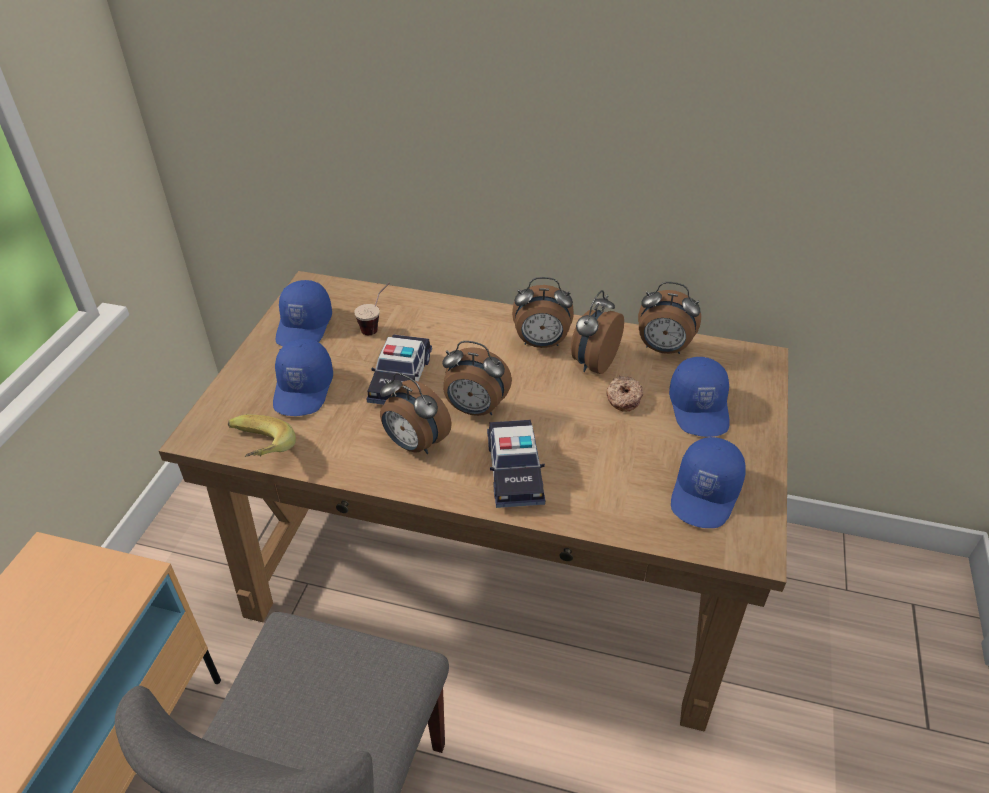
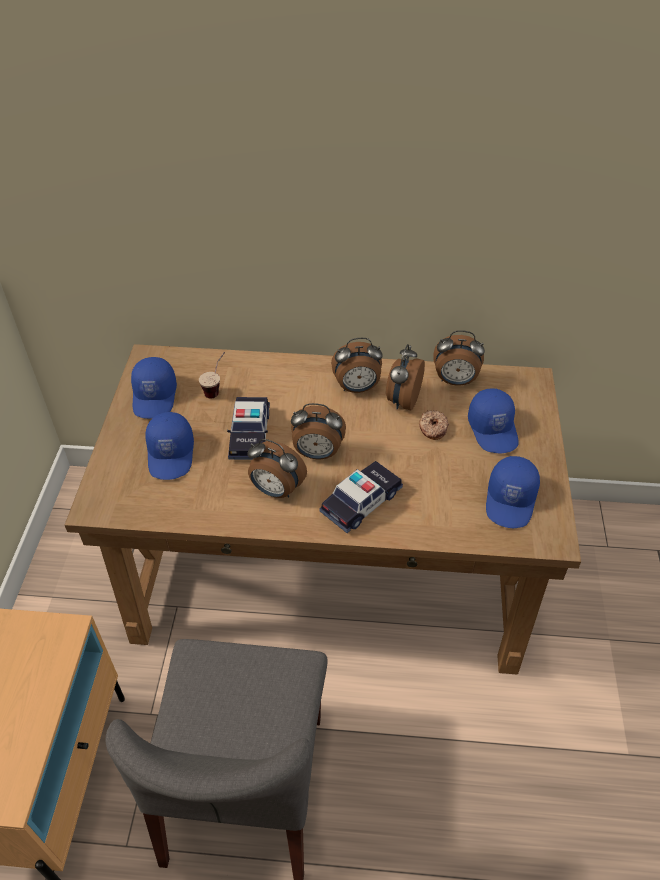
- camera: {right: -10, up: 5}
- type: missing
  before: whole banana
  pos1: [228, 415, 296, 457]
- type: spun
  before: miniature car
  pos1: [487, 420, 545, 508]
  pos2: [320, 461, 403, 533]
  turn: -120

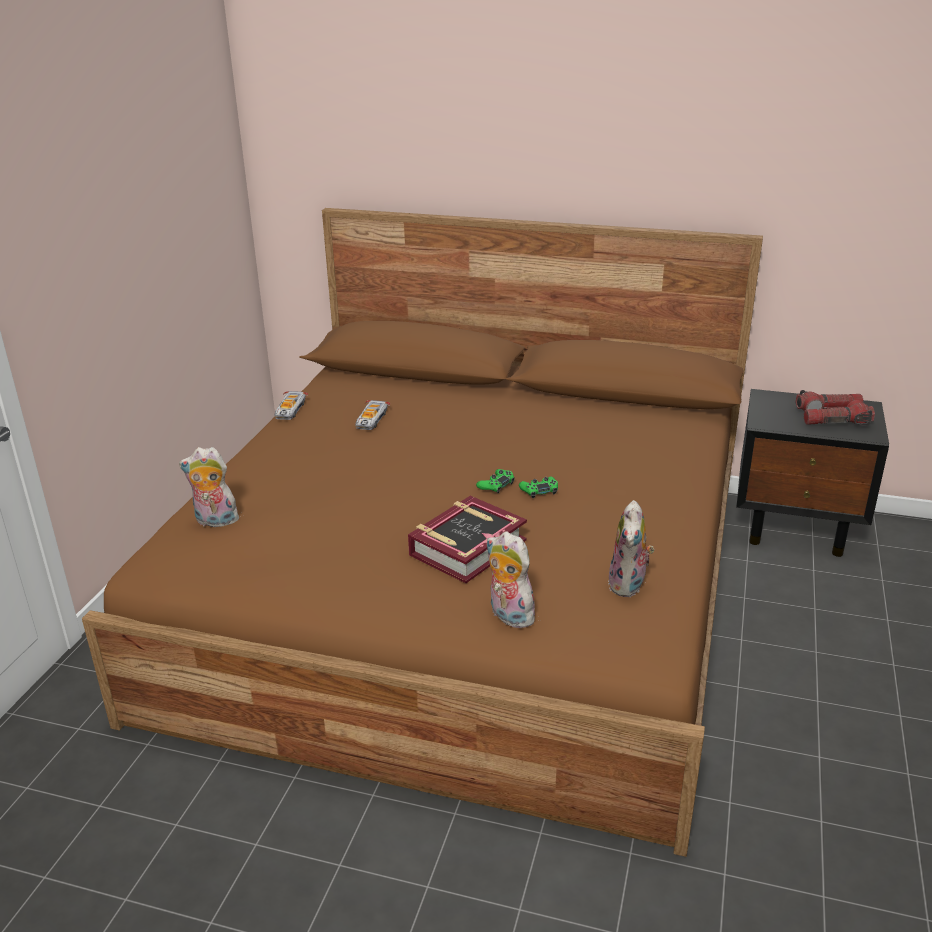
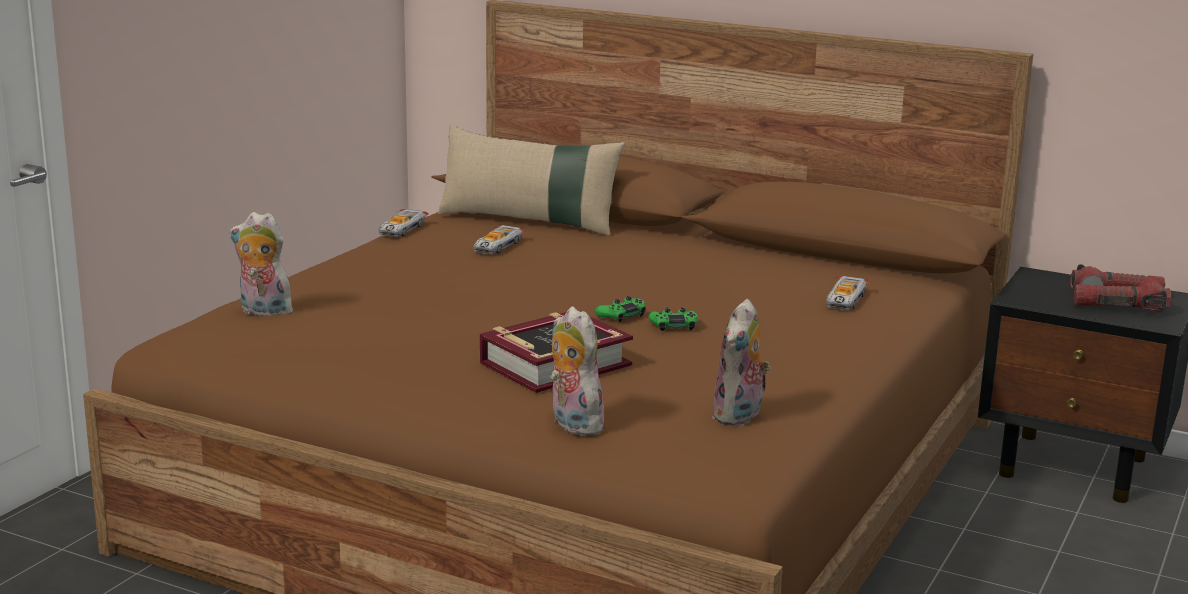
- camera: {right: 10, up: -10}
- type: appeared
  after: cushion (beige)
  pos2: [438, 125, 625, 236]
- type: appeared
  after: miniature car
  pos2: [826, 276, 871, 310]

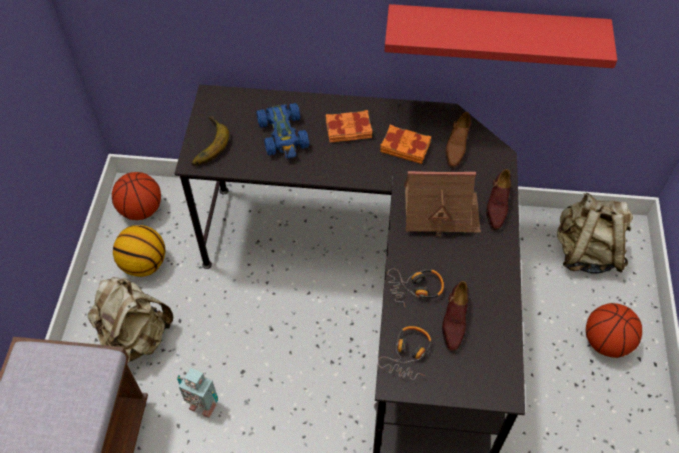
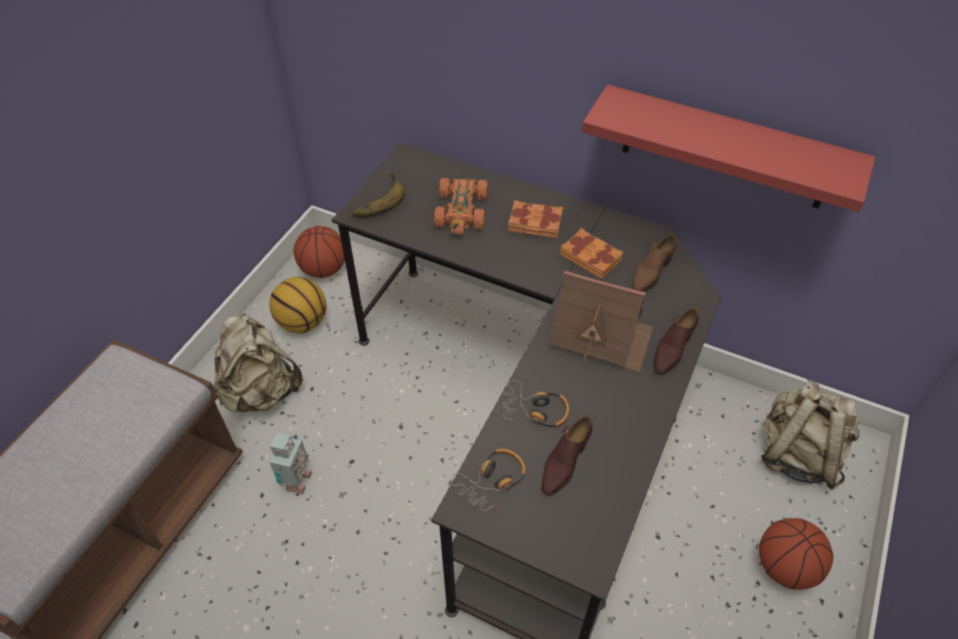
- camera: {right: 20, up: -5}
- type: colour
  before: miniature car (blue-coloured)
  after: miniature car (orange)
  pos1: [256, 103, 309, 159]
  pos2: [434, 178, 488, 234]
- type: spun
  before: robot figure
  pos1: [177, 367, 218, 418]
  pos2: [269, 433, 312, 495]
  turn: -120

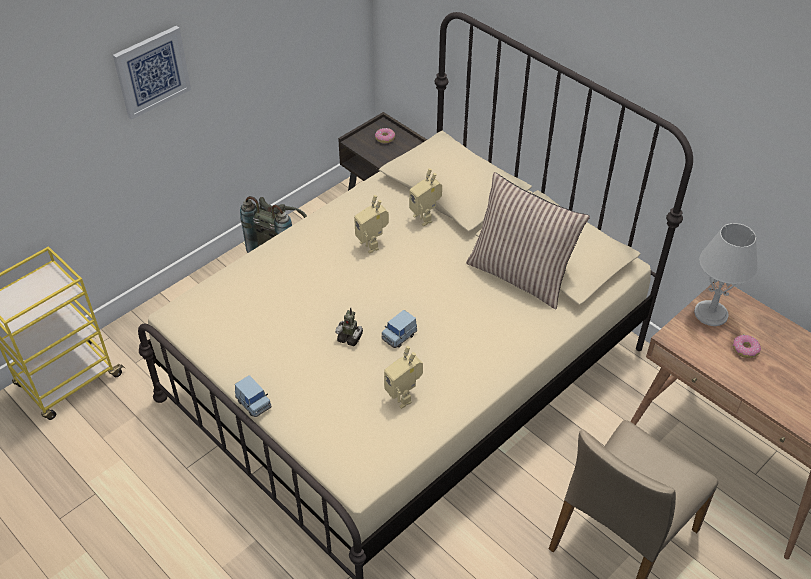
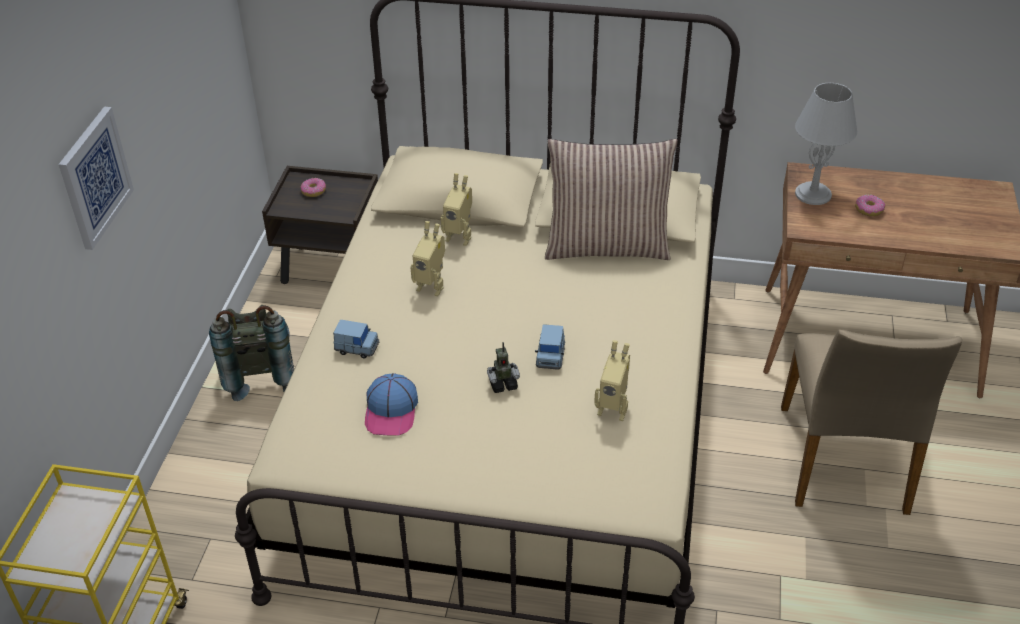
- camera: {right: -35, up: -5}
- type: appeared
  after: cap
  pos2: [365, 373, 418, 436]
- type: relocated
  before: miniature car (blue-coloured)
  pos1: [235, 375, 272, 417]
  pos2: [333, 320, 379, 359]

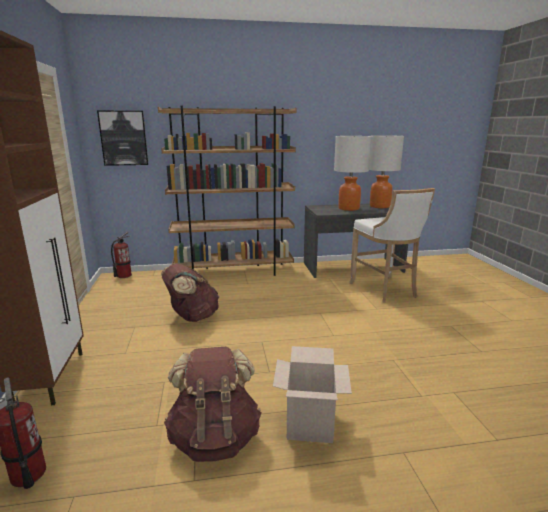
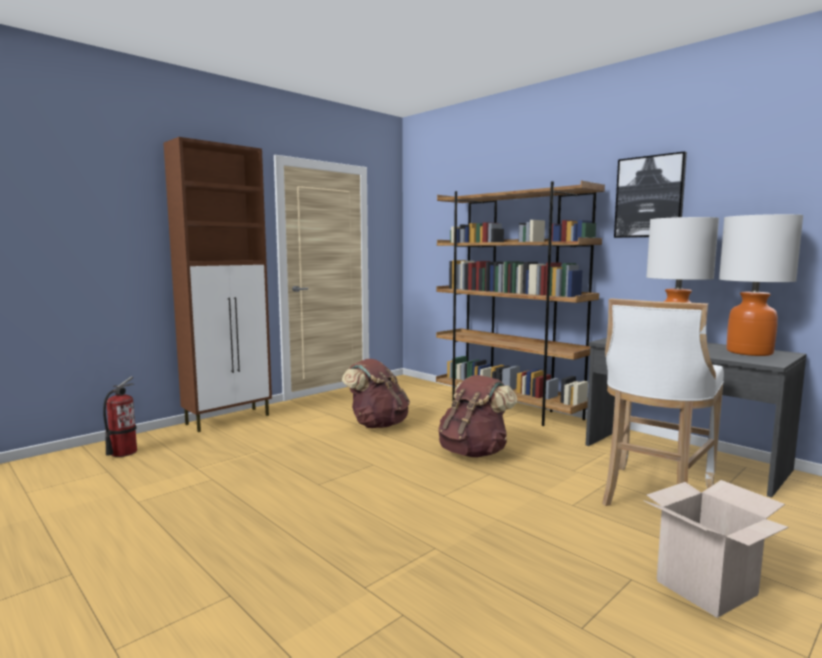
- camera: {right: 55, up: -10}
- type: missing
  before: extinguisher
  pos1: [111, 232, 132, 278]
- type: relocated
  before: picture
  pos1: [97, 111, 149, 166]
  pos2: [614, 151, 687, 238]
- type: relocated
  before: backpack (brownish)
  pos1: [164, 347, 261, 462]
  pos2: [439, 375, 517, 458]
- type: relocated
  before: cardboard box
  pos1: [273, 346, 352, 443]
  pos2: [643, 480, 788, 618]

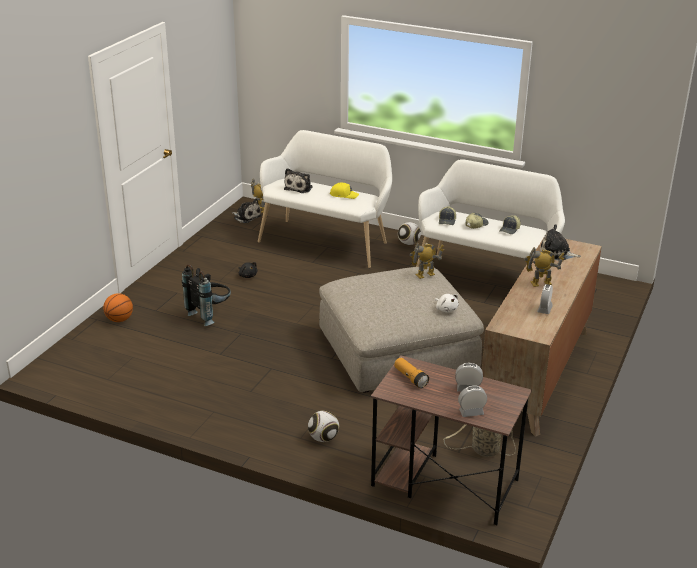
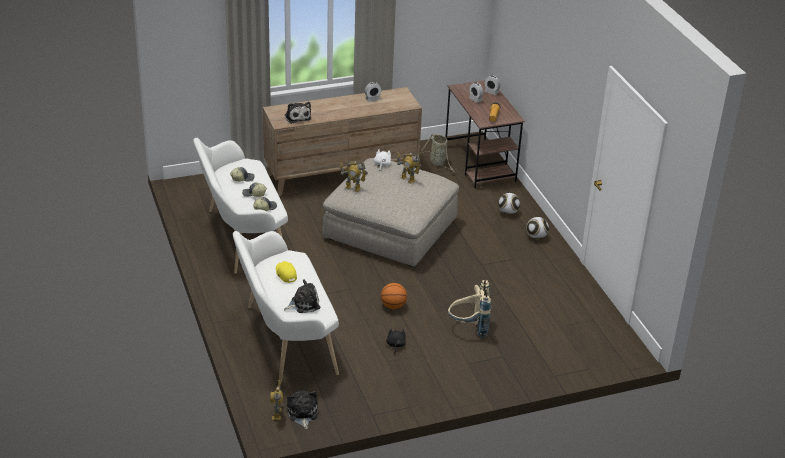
- camera: {right: -135, up: 5}
- type: relocated
  before: basketball
  pos1: [103, 293, 133, 322]
  pos2: [381, 283, 407, 309]
- type: relocated
  before: football
  pos1: [398, 222, 421, 245]
  pos2: [527, 217, 549, 239]
- type: relocated
  before: robot figure
  pos1: [524, 247, 564, 287]
  pos2: [397, 152, 421, 184]
- type: colour
  before: backpack (blackish)
  after: backpack (beige)
  pos1: [182, 264, 231, 326]
  pos2: [448, 278, 491, 338]

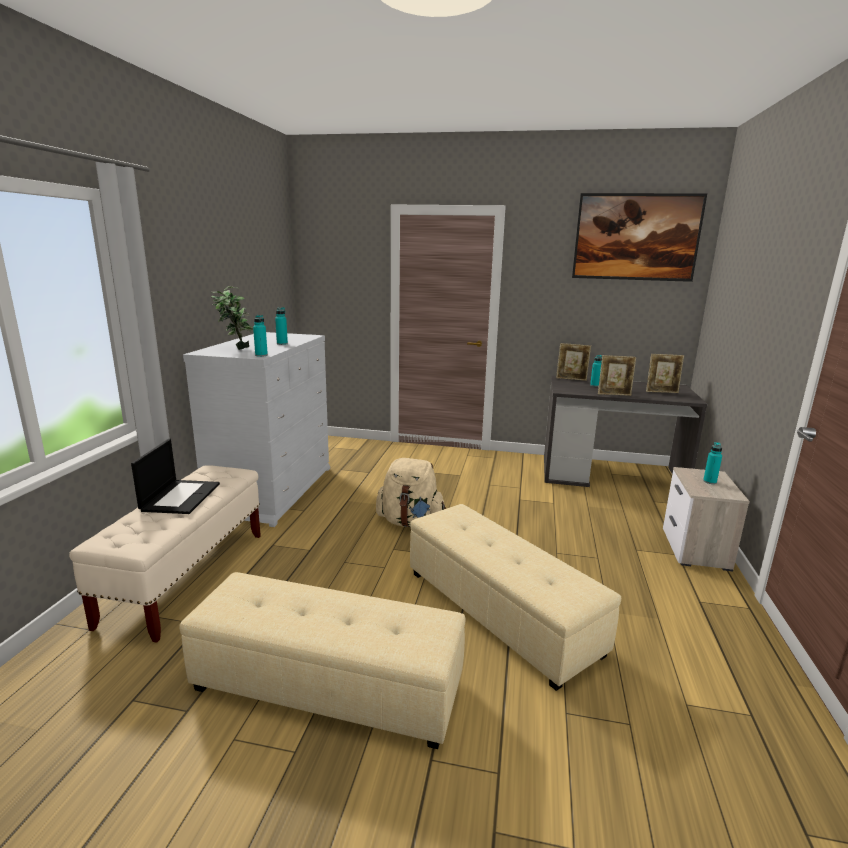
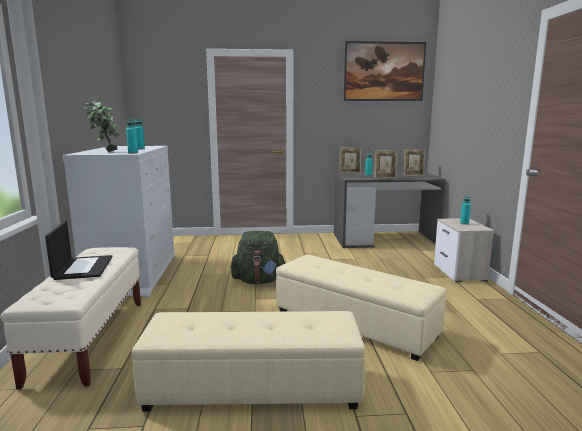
- camera: {right: -15, up: -5}
- type: colour
  before: backpack (beige)
  after: backpack (green-coloured)
  pos1: [376, 458, 446, 527]
  pos2: [231, 231, 286, 284]

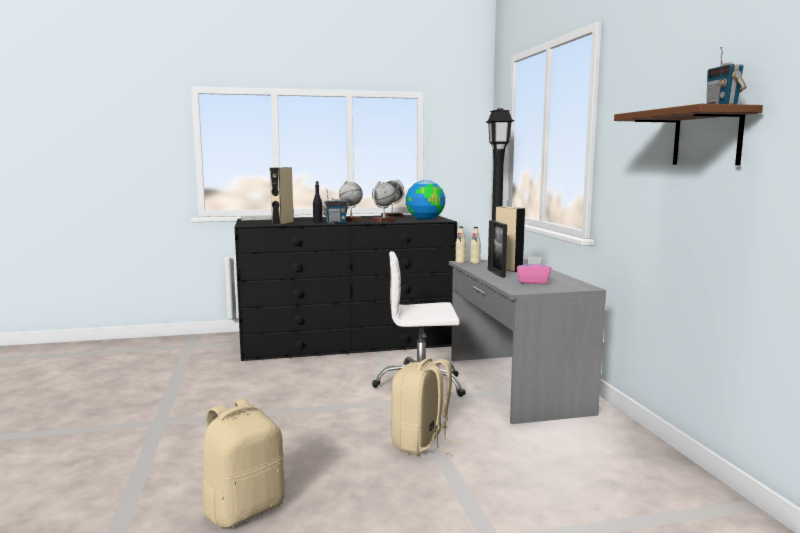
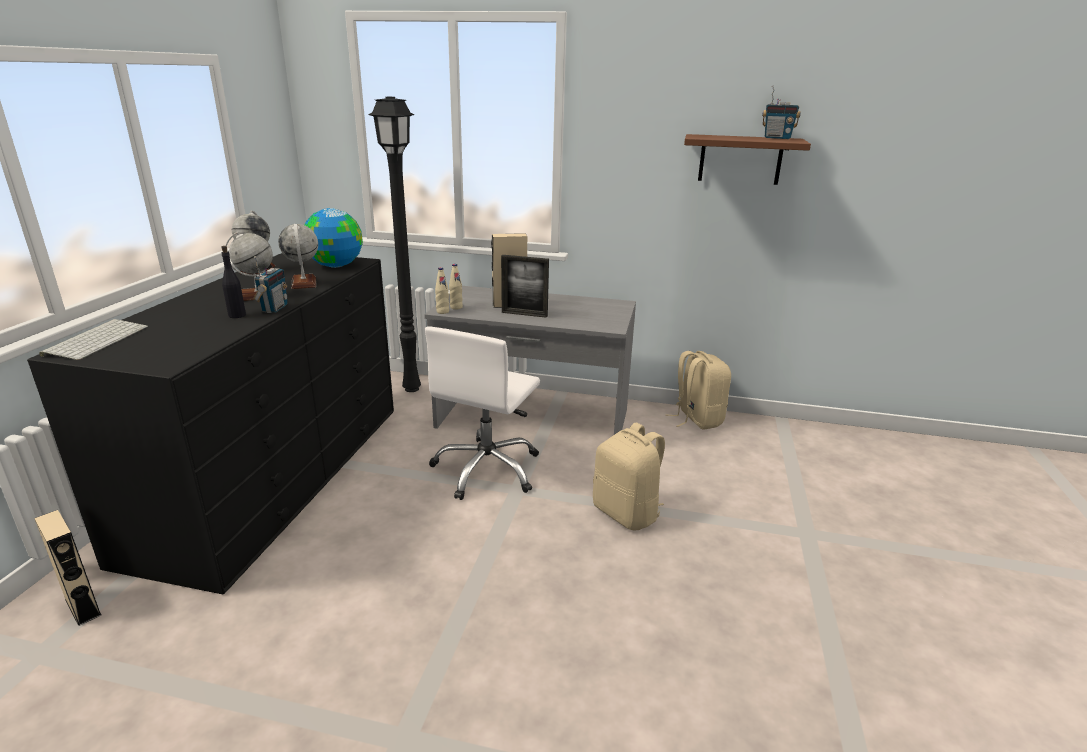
- camera: {right: -65, up: 15}
- type: missing
  before: tissue box (pink)
  pos1: [517, 256, 551, 284]
- type: relocated
  before: backpack (beige)
  pos1: [203, 398, 285, 528]
  pos2: [666, 351, 731, 430]
- type: relocated
  before: loudspeaker (beige)
  pos1: [270, 167, 294, 225]
  pos2: [34, 510, 101, 626]

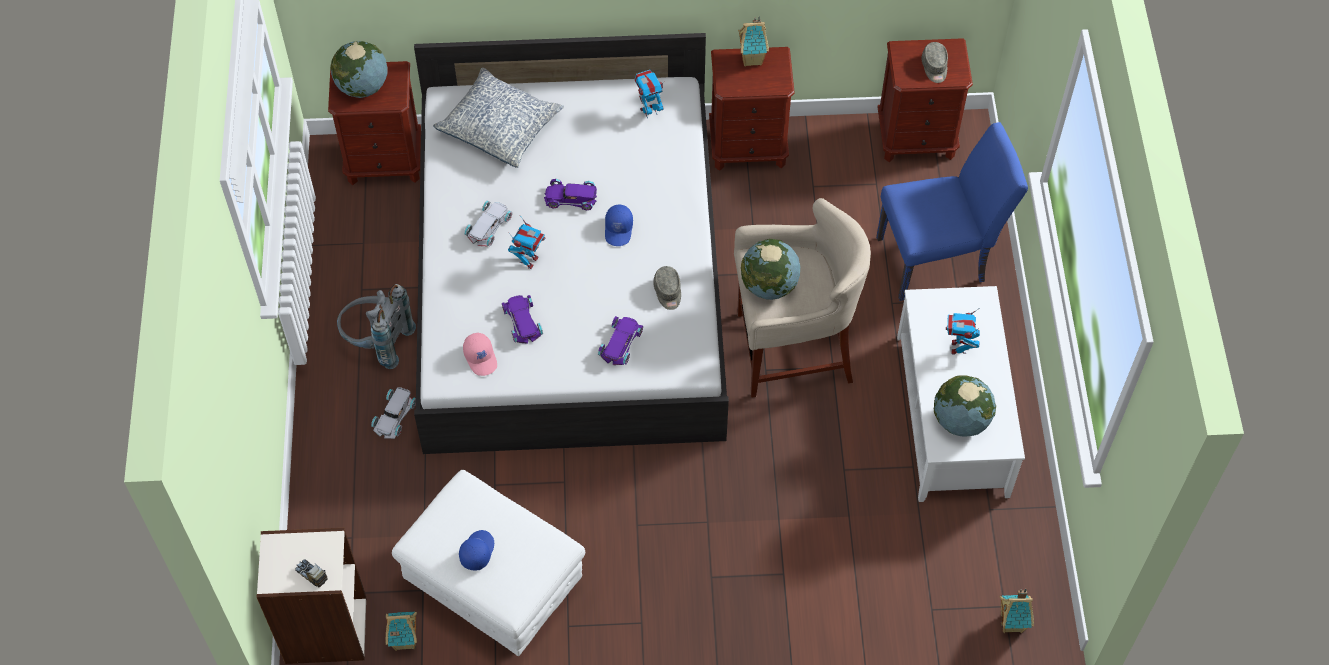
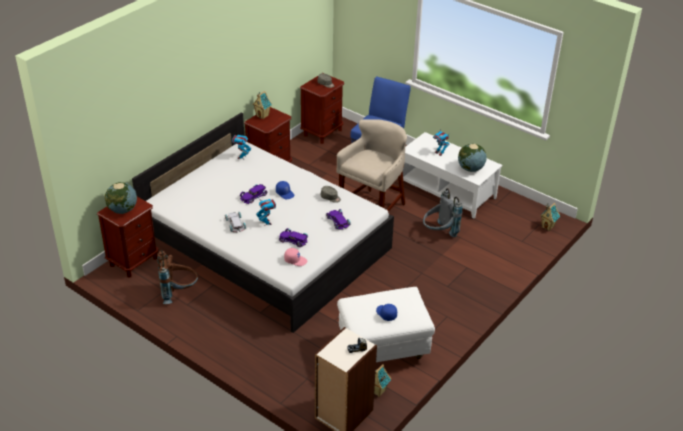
- camera: {right: -50, up: -20}
- type: missing
  before: miniature car (white-coloured)
  pos1: [371, 387, 416, 439]
- type: missing
  before: cushion
  pos1: [433, 68, 564, 168]
- type: missing
  before: world globe
  pos1: [741, 239, 800, 300]
- type: appeared
  after: backpack (brownish)
  pos2: [157, 250, 198, 304]
- type: relocated
  before: backpack (greyish)
  pos1: [337, 284, 416, 369]
  pos2: [423, 188, 463, 237]

